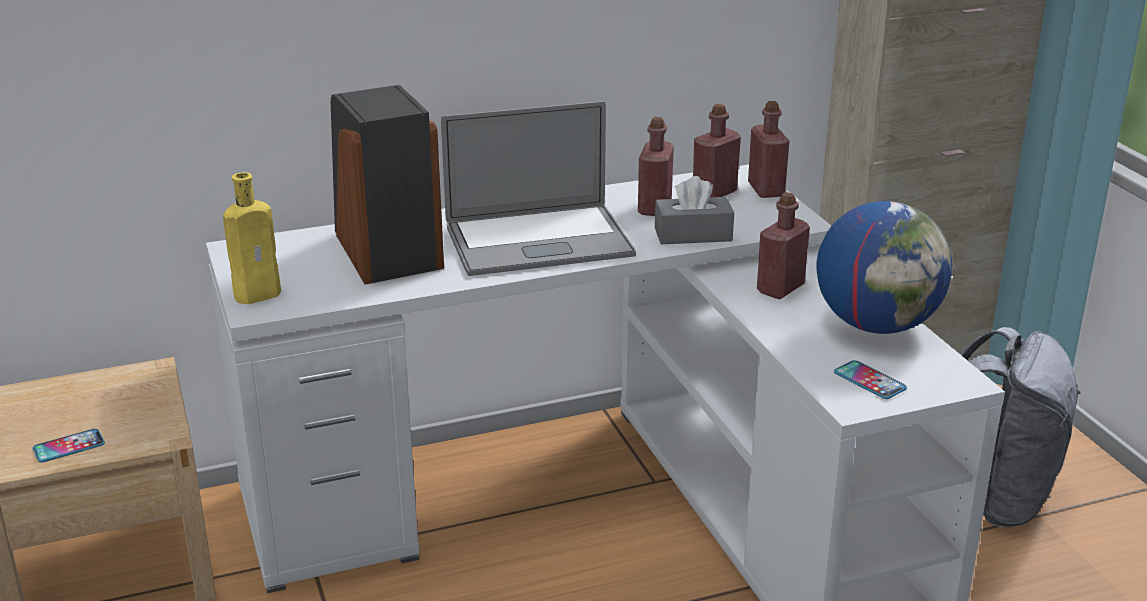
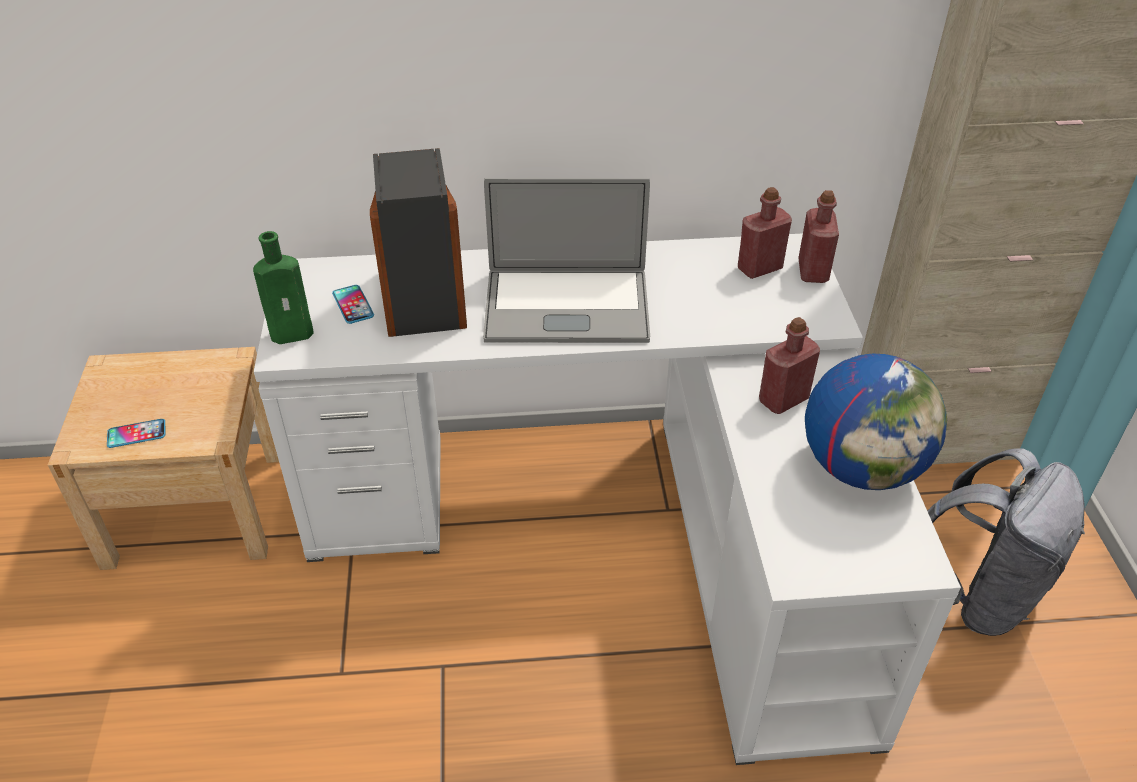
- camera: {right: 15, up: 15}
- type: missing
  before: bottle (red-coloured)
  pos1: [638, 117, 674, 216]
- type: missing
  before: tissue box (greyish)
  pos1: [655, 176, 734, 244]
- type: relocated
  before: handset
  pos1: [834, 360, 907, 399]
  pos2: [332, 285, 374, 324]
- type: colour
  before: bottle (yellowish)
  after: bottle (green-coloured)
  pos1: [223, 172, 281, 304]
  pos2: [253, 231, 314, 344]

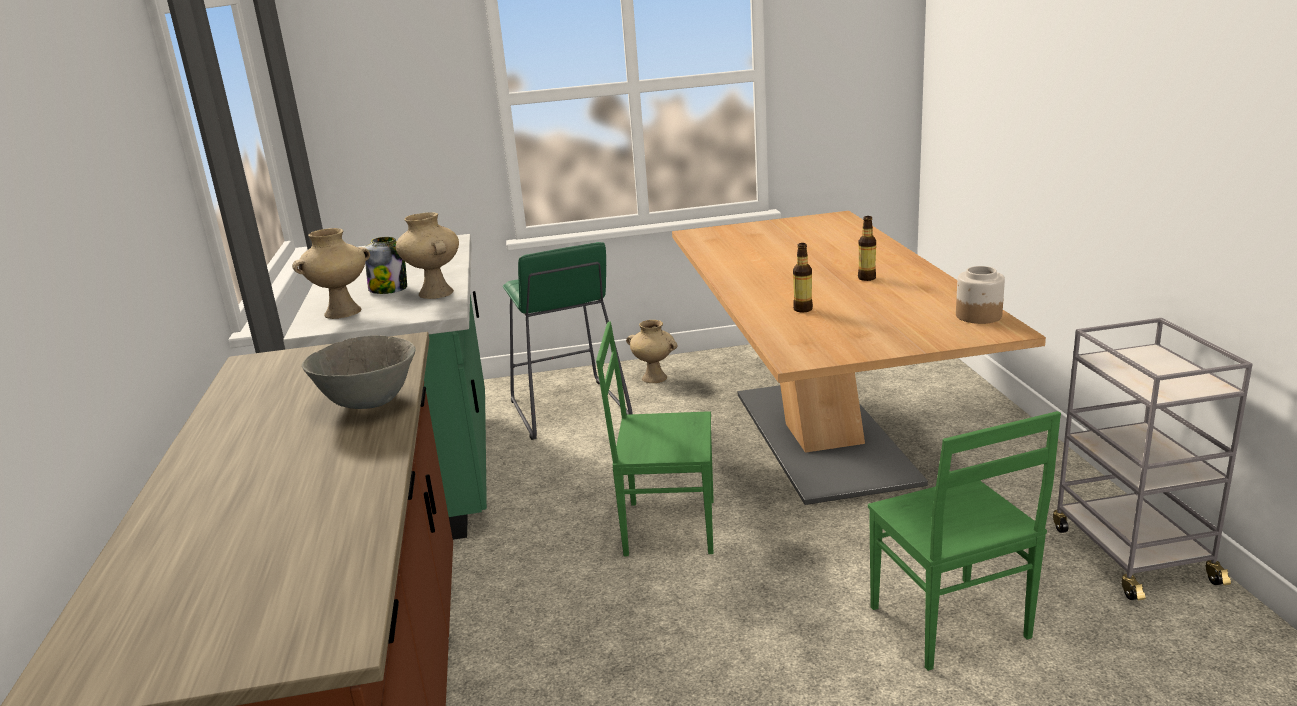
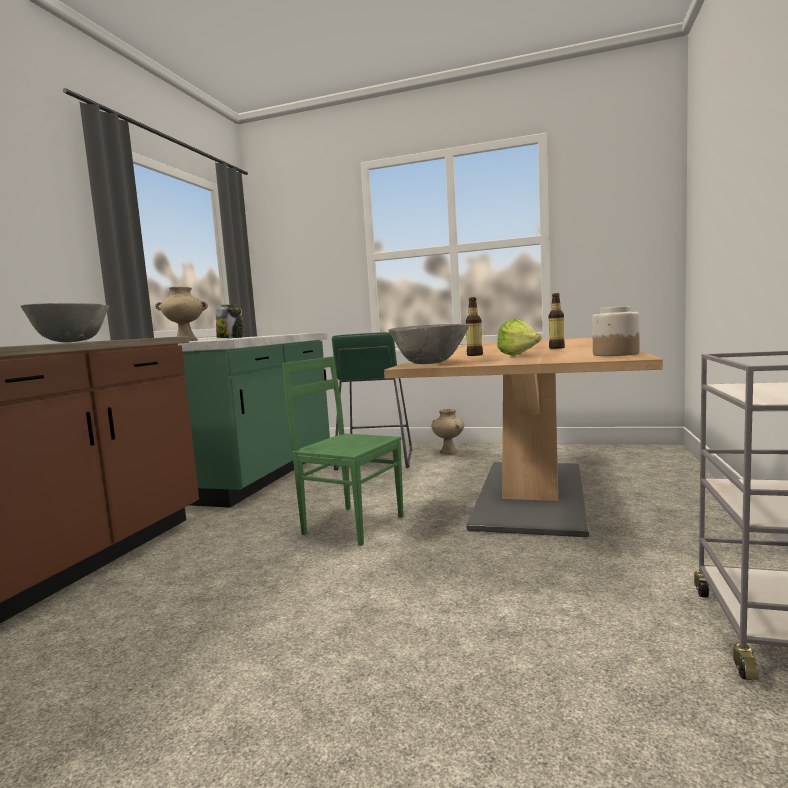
- camera: {right: 25, up: -15}
- type: missing
  before: flower vase (beige)
  pos1: [396, 212, 459, 299]
- type: missing
  before: upright chair (green-coloured)
  pos1: [868, 411, 1061, 671]
- type: appeared
  after: bowl (greyish)
  pos2: [388, 324, 469, 364]
- type: appeared
  after: head of lettuce
  pos2: [497, 318, 541, 356]

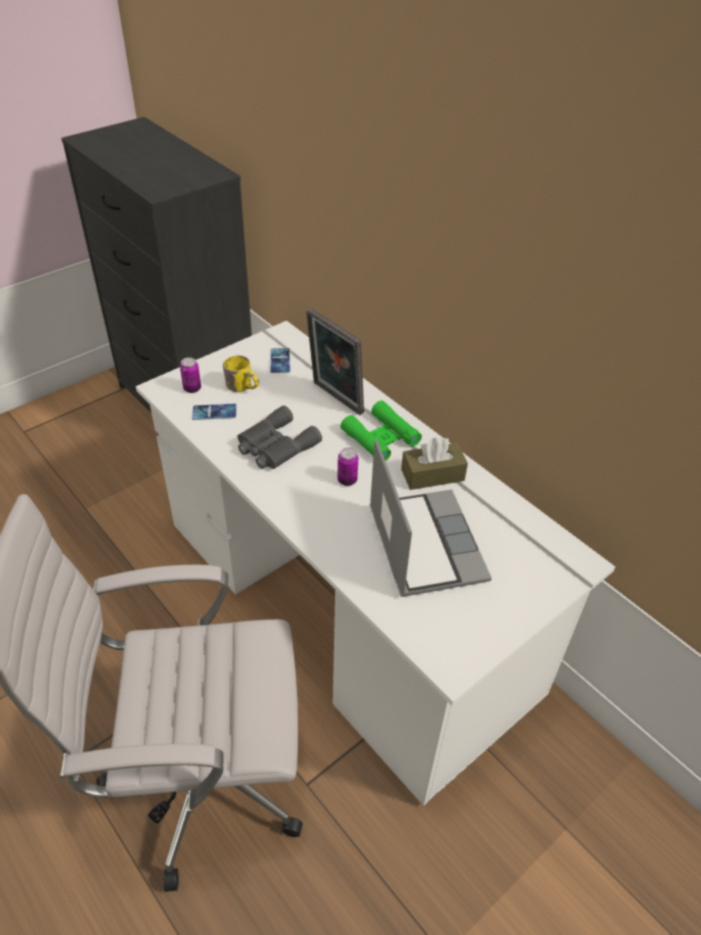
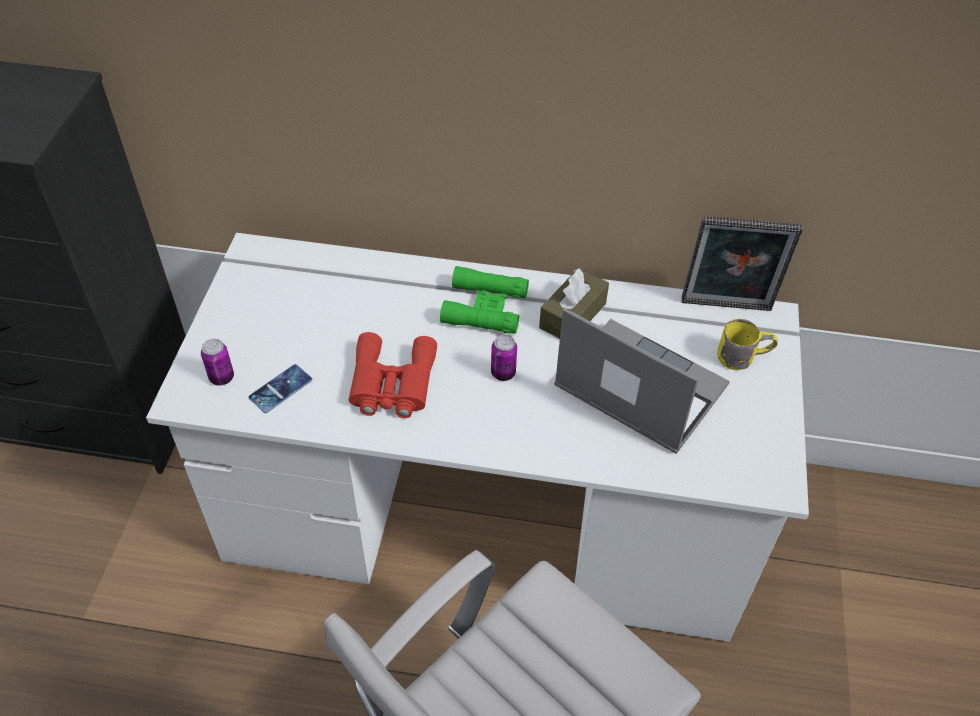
- camera: {right: -40, up: 5}
- type: missing
  before: handset
  pos1: [270, 348, 290, 373]
- type: relocated
  before: tea mug (yellowish)
  pos1: [223, 355, 259, 392]
  pos2: [717, 319, 778, 370]
- type: relocated
  before: standing frame
  pos1: [306, 309, 364, 415]
  pos2: [682, 216, 802, 311]
- type: colour
  before: field glasses (greyish)
  after: field glasses (red-coloured)
  pos1: [238, 405, 322, 469]
  pos2: [349, 332, 437, 418]

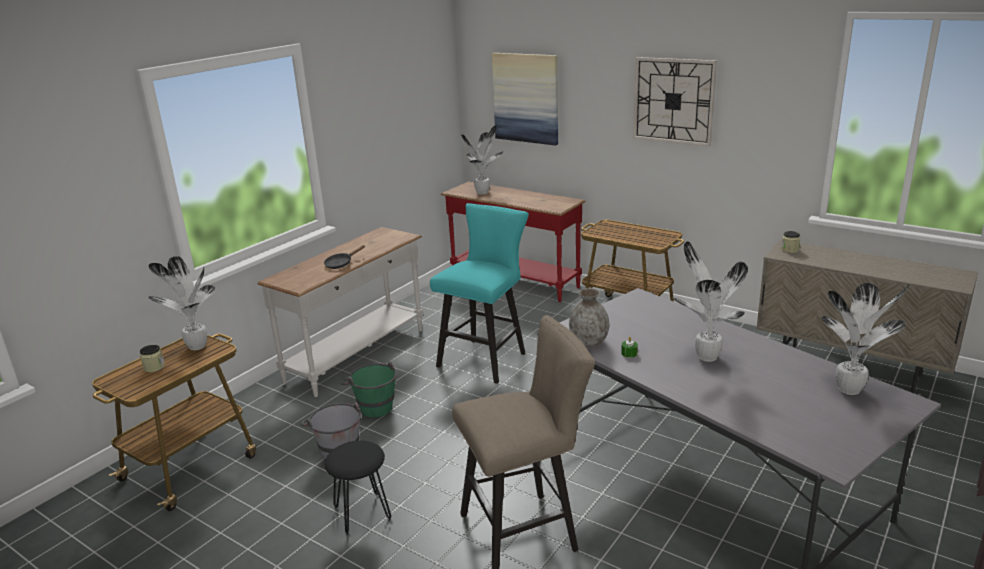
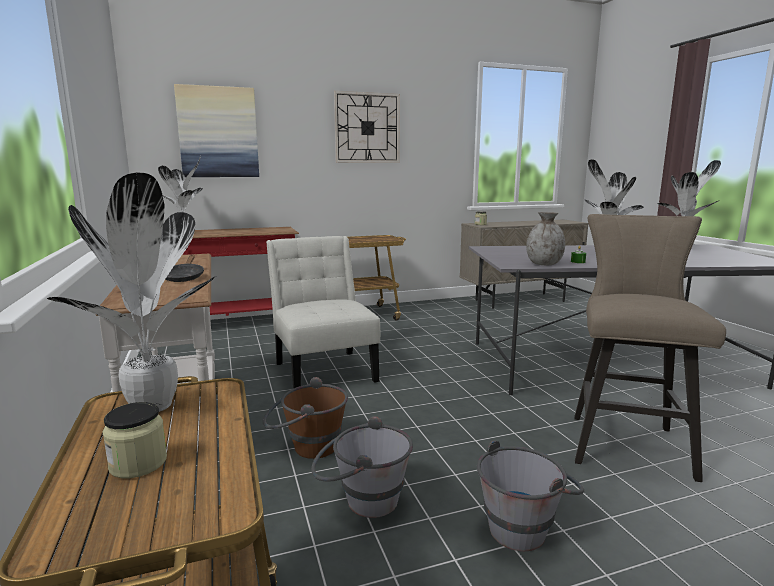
- camera: {right: -55, up: -10}
- type: exchanged
  before: stool (blackish)
  after: bucket (greyish)
  pos1: [325, 441, 392, 535]
  pos2: [477, 440, 584, 551]
- type: exchanged
  before: stool (blue-green)
  after: upright chair (white-coloured)
  pos1: [430, 203, 529, 384]
  pos2: [266, 236, 380, 389]
- type: colour
  before: bucket (green-coloured)
  after: bucket (brownish)
  pos1: [340, 361, 397, 418]
  pos2: [263, 377, 348, 459]

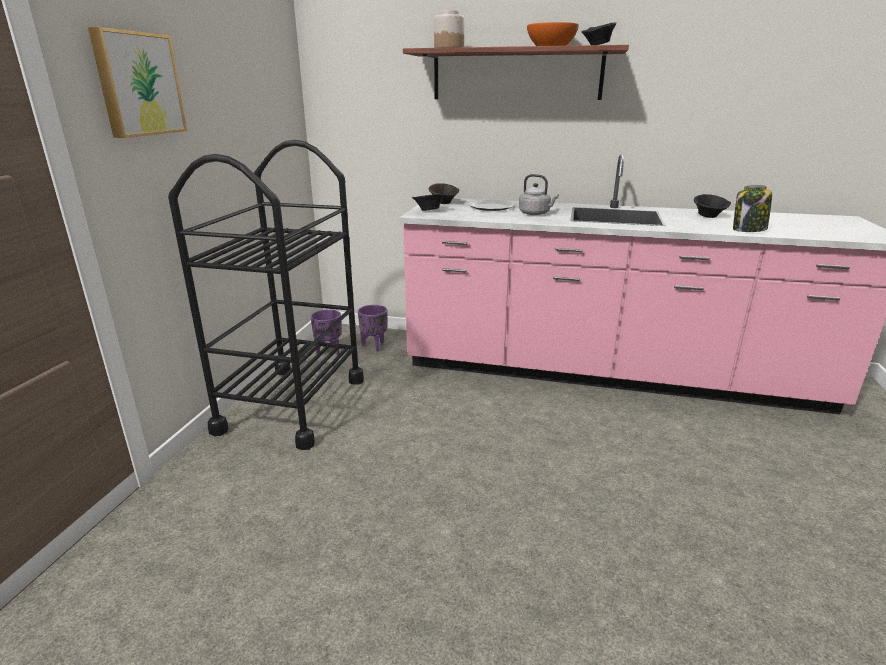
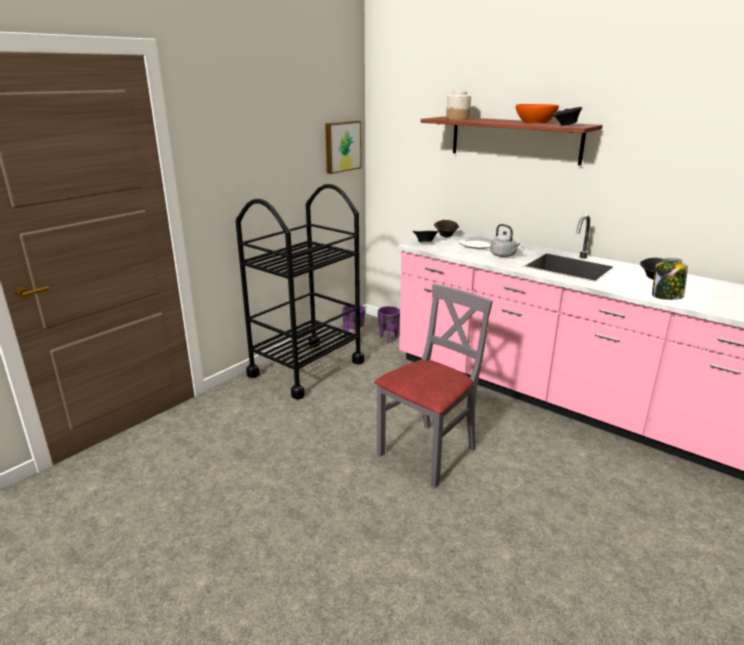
- camera: {right: 25, up: 0}
- type: appeared
  after: upright chair (greyish)
  pos2: [374, 284, 493, 488]
- type: relocated
  before: picture
  pos1: [88, 27, 187, 138]
  pos2: [325, 121, 362, 174]

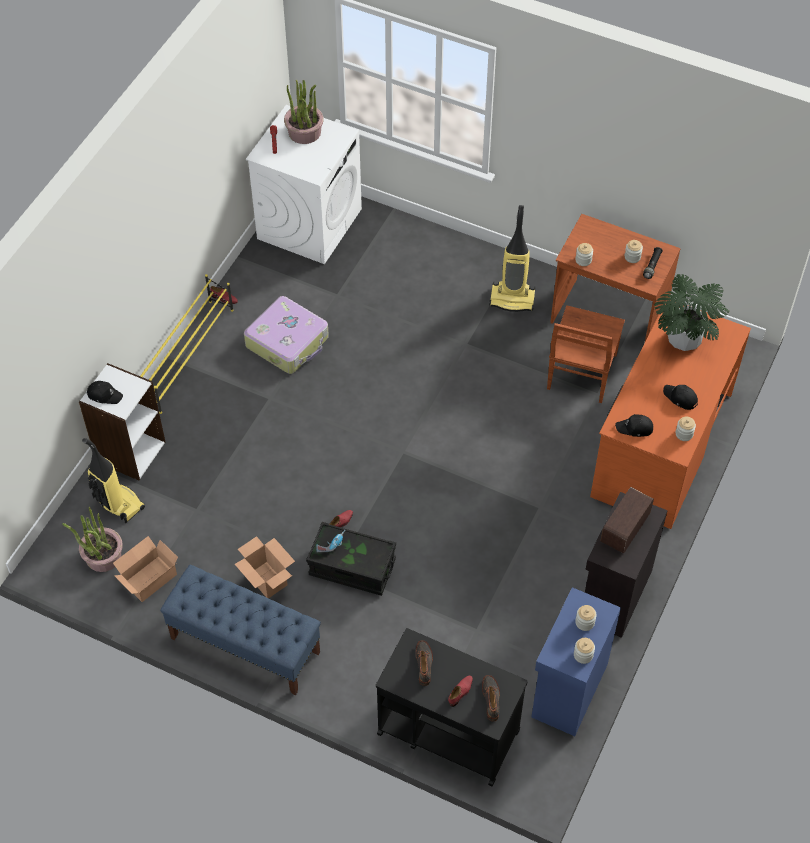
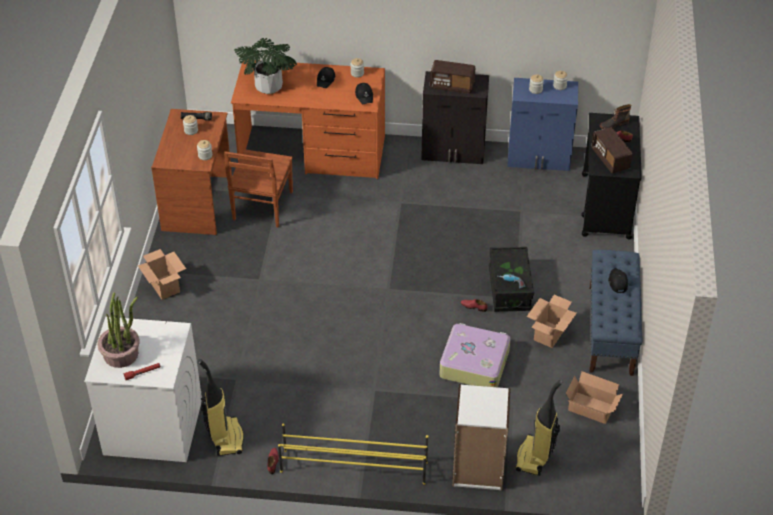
- camera: {right: -110, up: -10}
- type: missing
  before: potted plant
  pos1: [62, 507, 123, 572]
- type: appeared
  after: cardboard box
  pos2: [138, 249, 186, 300]
- type: relocated
  before: cap (blackish)
  pos1: [87, 381, 123, 404]
  pos2: [608, 268, 628, 293]
- type: relocated
  before: piece of luggage
  pos1: [244, 296, 329, 374]
  pos2: [439, 323, 510, 387]
- type: relocated
  before: vacuum
  pos1: [489, 205, 535, 312]
  pos2: [198, 359, 244, 456]
- type: exchanged
  before: tall boot
  after: radio
  pos1: [416, 641, 433, 686]
  pos2: [592, 127, 632, 173]
- type: spun
  before: upright chair (brownish)
  pos1: [547, 305, 625, 403]
  pos2: [224, 149, 293, 227]
  turn: 105

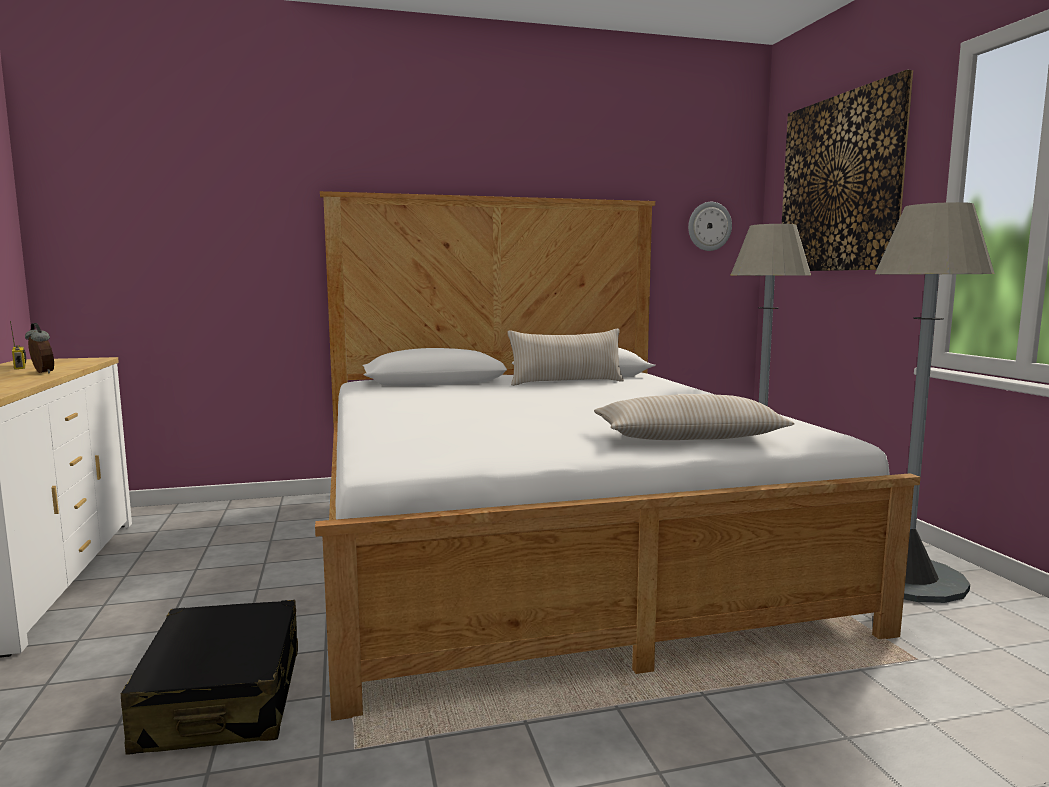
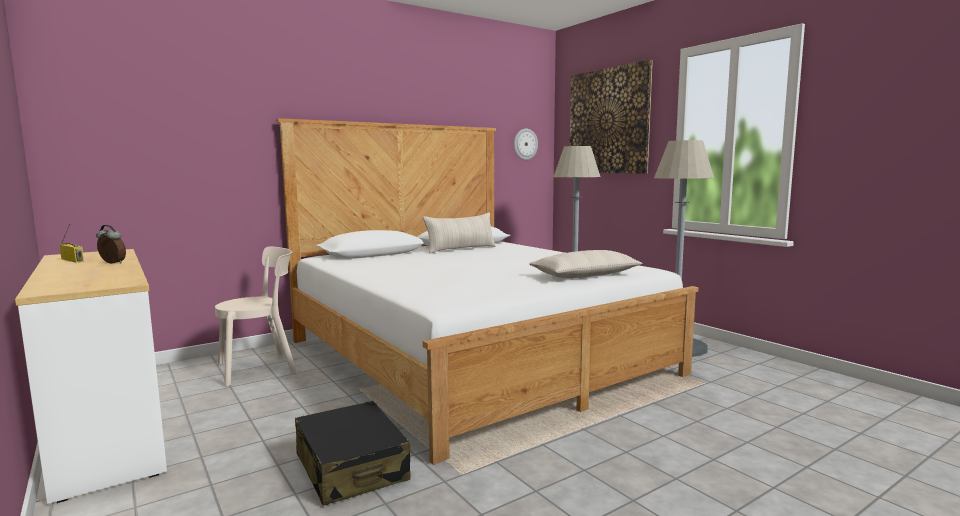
- camera: {right: -20, up: 0}
- type: appeared
  after: upright chair (beige)
  pos2: [215, 246, 297, 386]

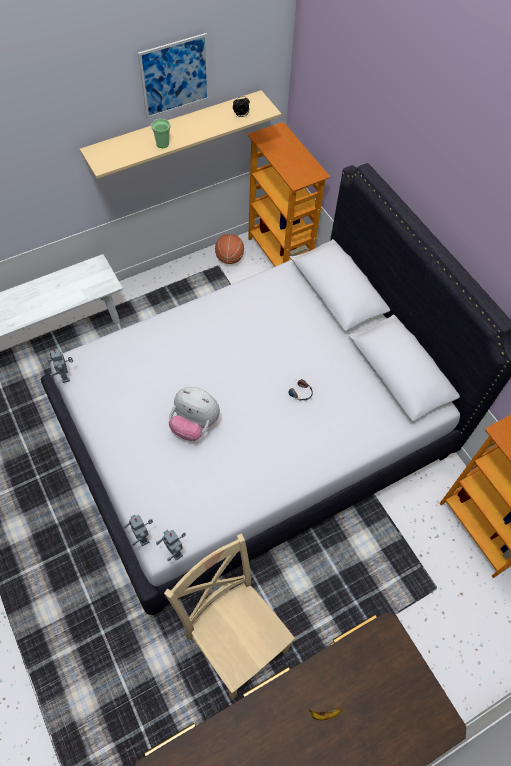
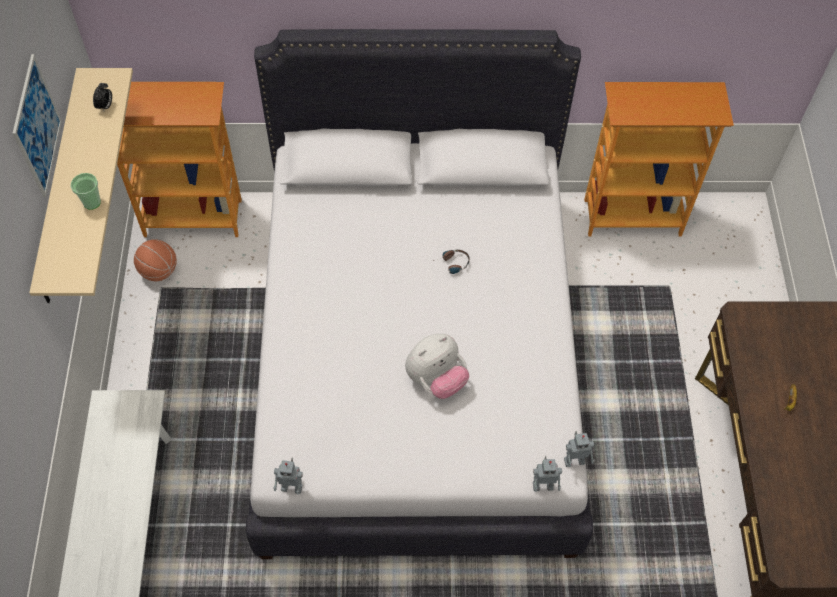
- camera: {right: -60, up: 0}
- type: missing
  before: upright chair (beige)
  pos1: [164, 533, 295, 700]

